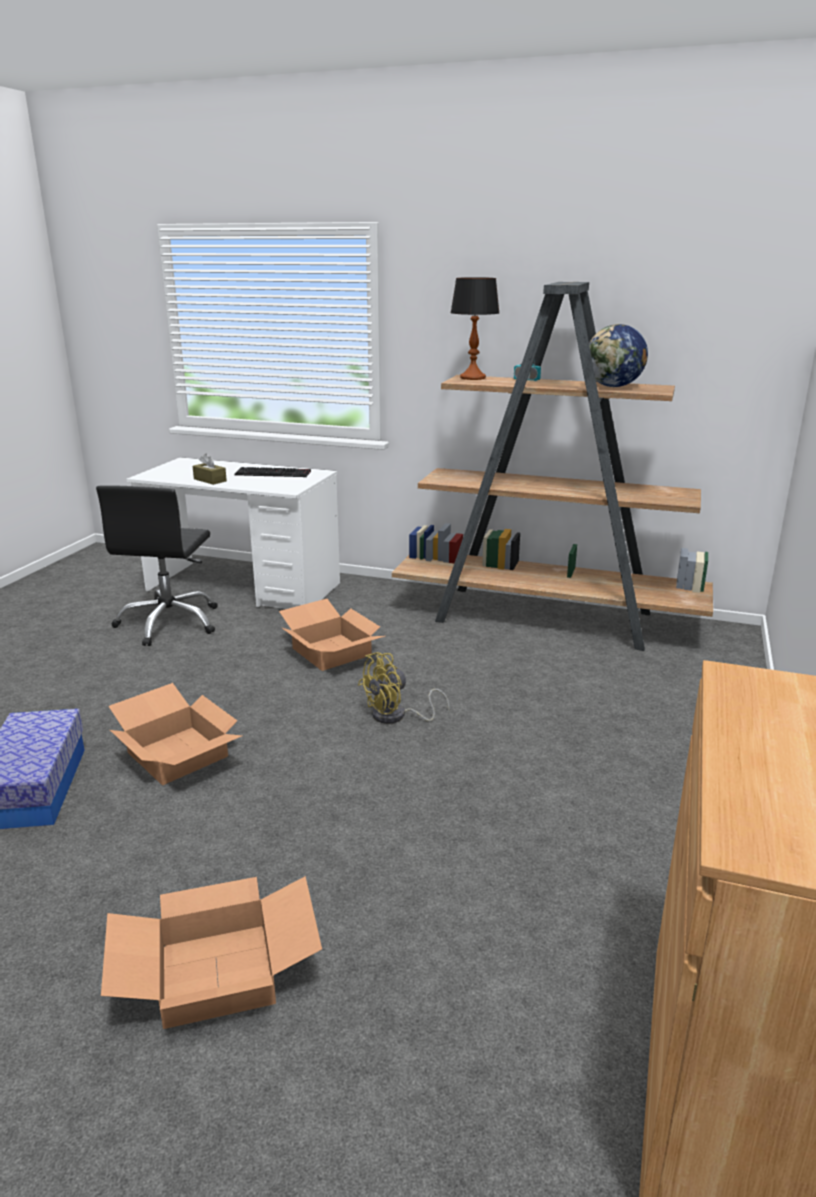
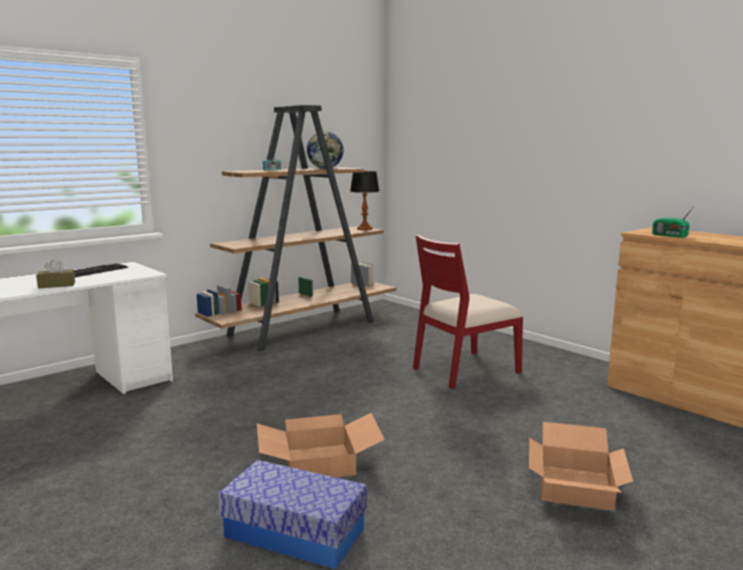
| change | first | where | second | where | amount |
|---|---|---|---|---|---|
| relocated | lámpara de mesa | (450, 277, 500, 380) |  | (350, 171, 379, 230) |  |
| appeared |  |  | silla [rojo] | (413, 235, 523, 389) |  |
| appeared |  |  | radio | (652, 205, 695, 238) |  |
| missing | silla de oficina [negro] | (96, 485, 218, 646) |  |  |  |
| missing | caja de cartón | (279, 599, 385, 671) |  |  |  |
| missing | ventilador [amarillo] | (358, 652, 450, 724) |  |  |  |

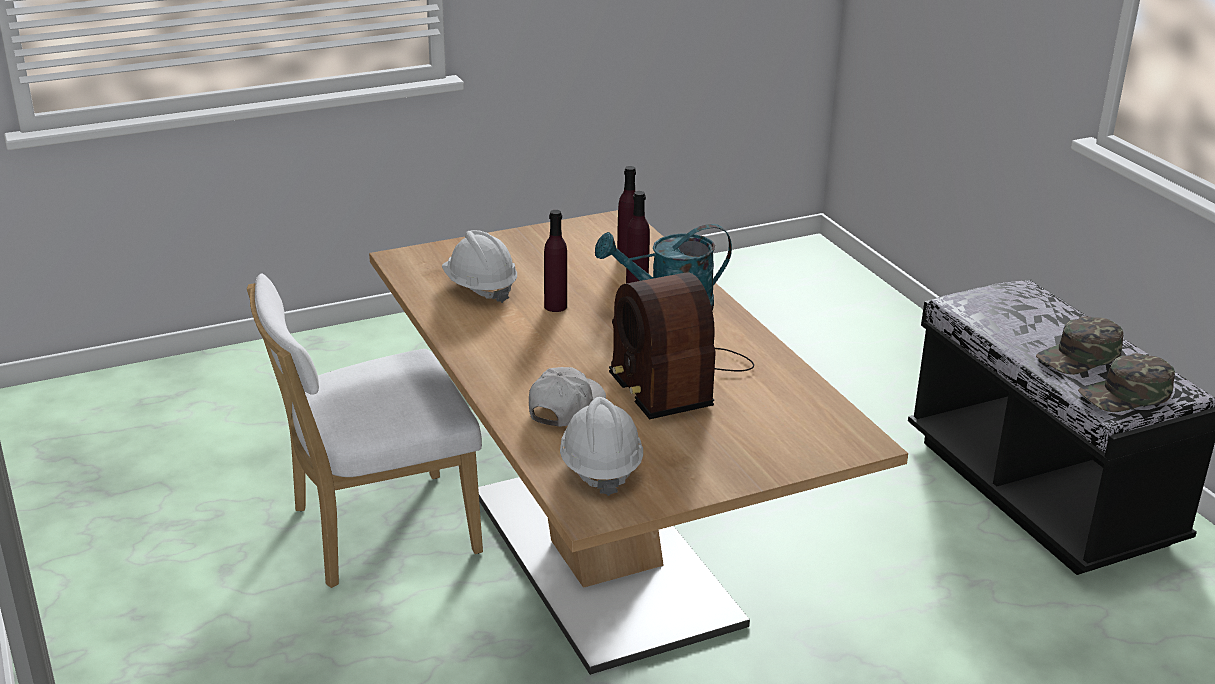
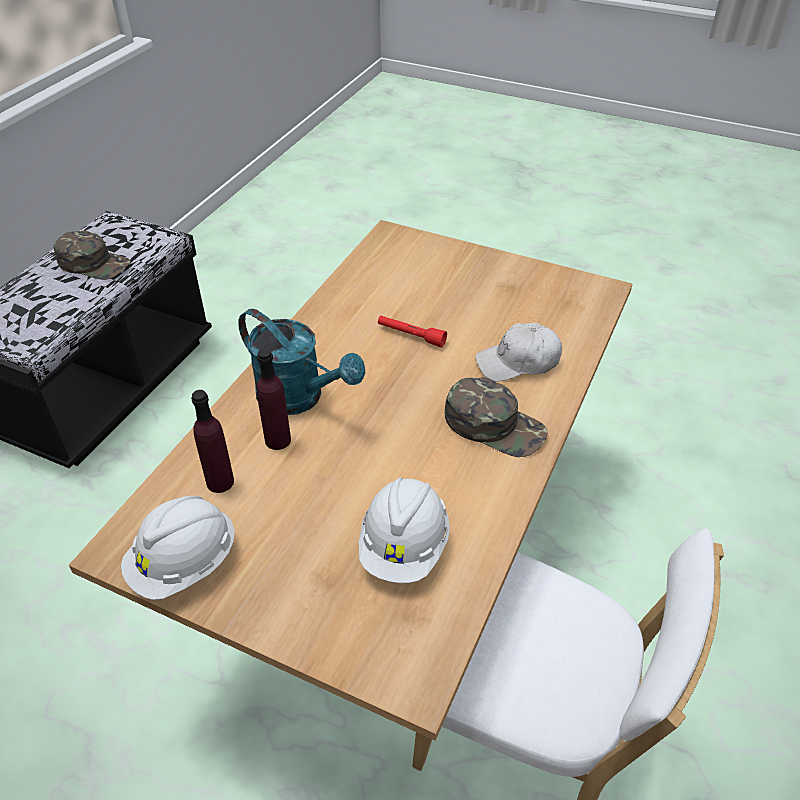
| change | first | where | second | where | amount |
|---|---|---|---|---|---|
| relocated | casco [blanco] | (560, 397, 643, 496) |  | (121, 496, 235, 600) |  |
| exchanged | radio | (609, 272, 754, 420) | linterna [rojo] | (378, 316, 447, 348) |  |
| relocated | gorra [verde] | (1078, 353, 1175, 412) |  | (445, 377, 548, 457) |  |
| missing | botella [morado] | (544, 210, 567, 312) |  |  |  |

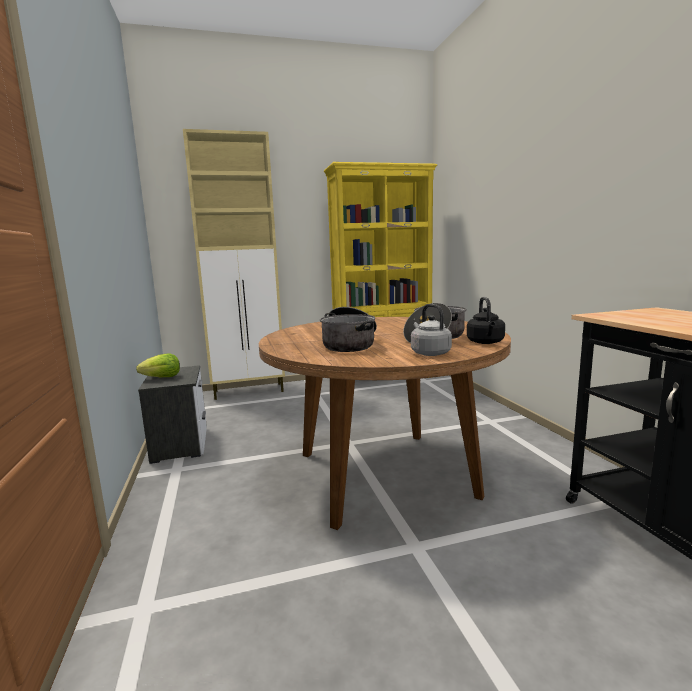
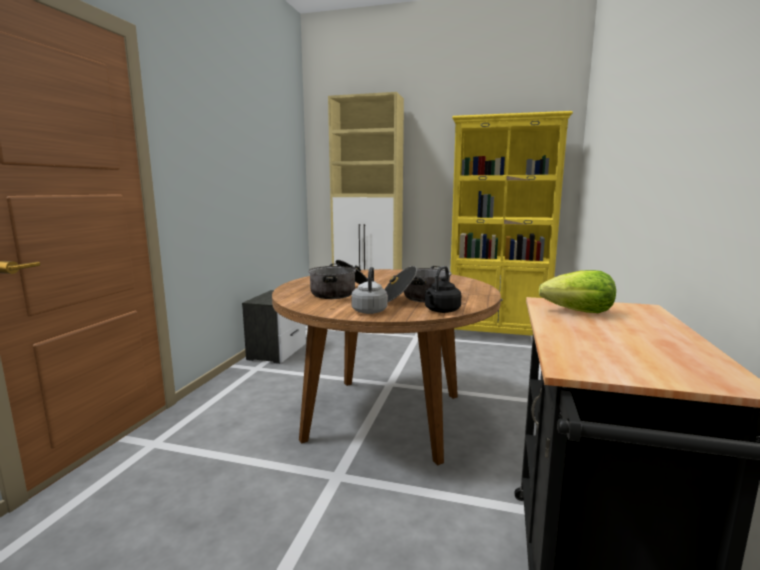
| change | first | where | second | where | amount |
|---|---|---|---|---|---|
| relocated | lechuga | (136, 354, 180, 377) |  | (538, 270, 616, 313) |  |

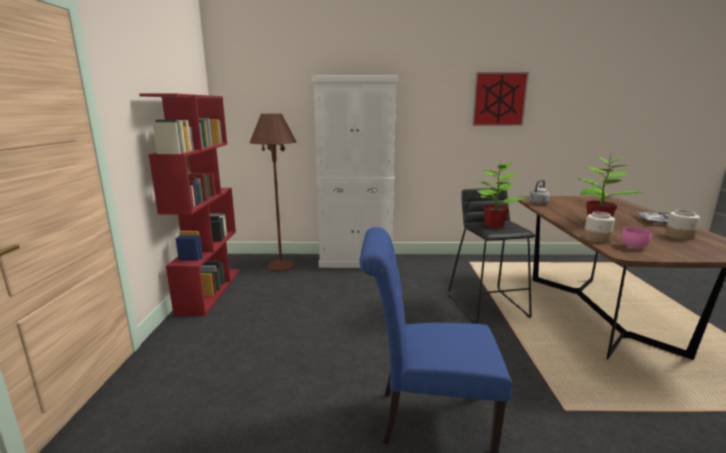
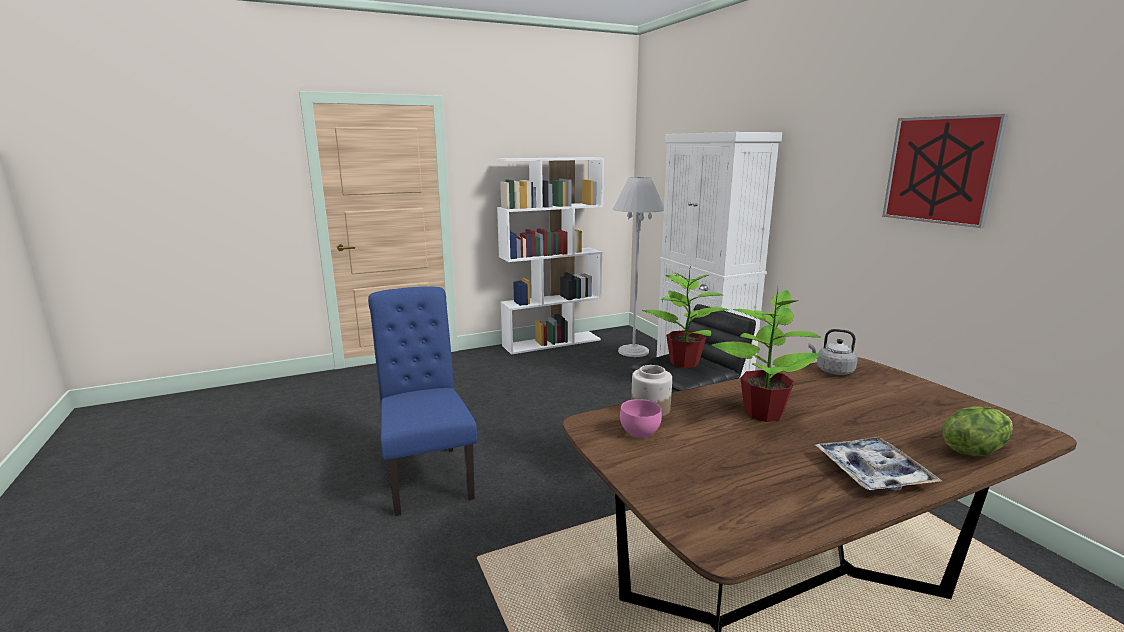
| change | first | where | second | where | amount |
|---|---|---|---|---|---|
| colour | estantería [rojo] | (139, 94, 240, 316) | estantería [blanco] | (495, 157, 604, 355) |  |
| colour | lámpara de pie [marrón] | (250, 114, 297, 272) | lámpara de pie [blanco] | (612, 177, 664, 357) |  |
| appeared |  |  | lechuga | (942, 406, 1013, 456) |  |
| missing | tarro | (665, 209, 700, 240) |  |  |  |

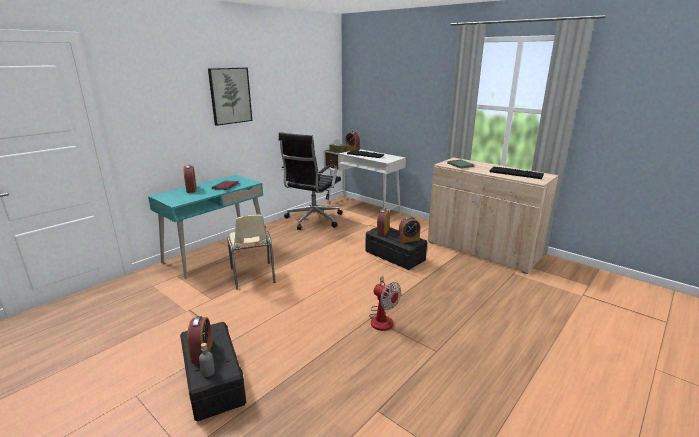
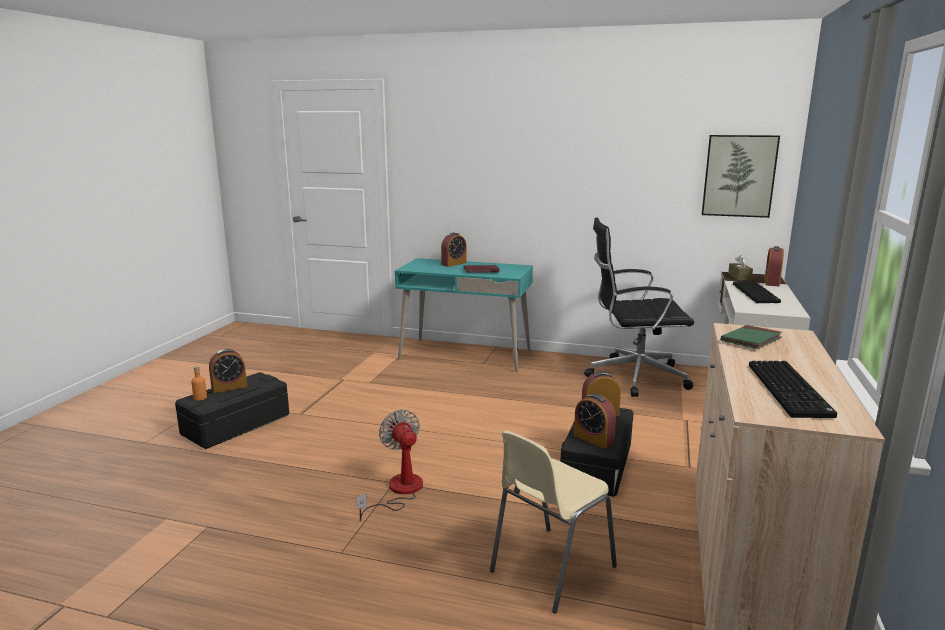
| change | first | where | second | where | amount |
|---|---|---|---|---|---|
| colour | botella [gris] | (199, 343, 215, 377) | botella [naranja] | (191, 366, 207, 401) |  |
| spun | ventilador | (369, 276, 401, 331) |  | (357, 410, 423, 521) | 135 degrees clockwise |
| relocated | silla [beis] | (227, 215, 275, 290) |  | (490, 430, 617, 614) |  |
| relocated | cuadro | (208, 68, 252, 126) |  | (702, 135, 780, 218) |  |

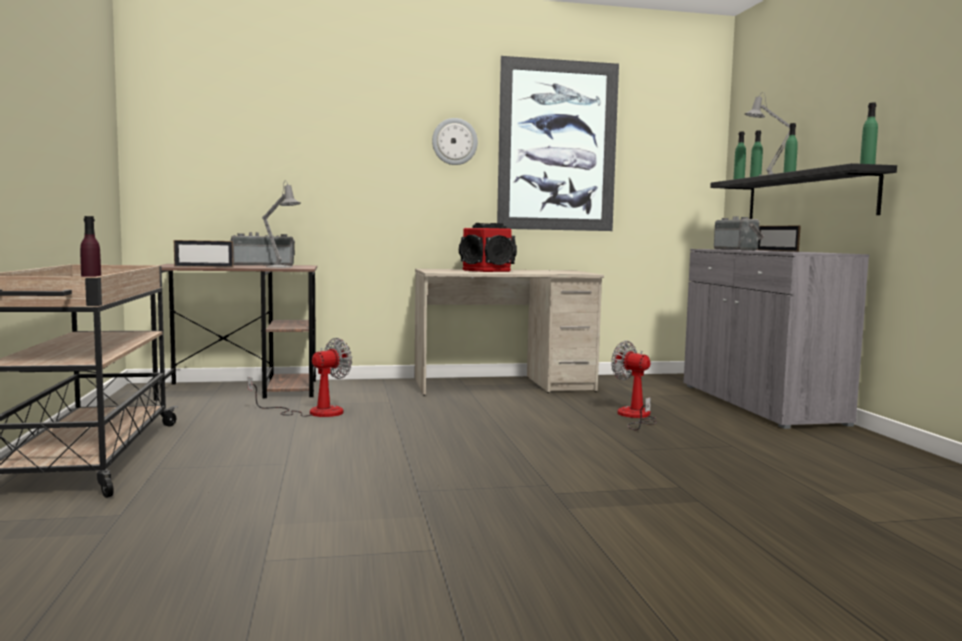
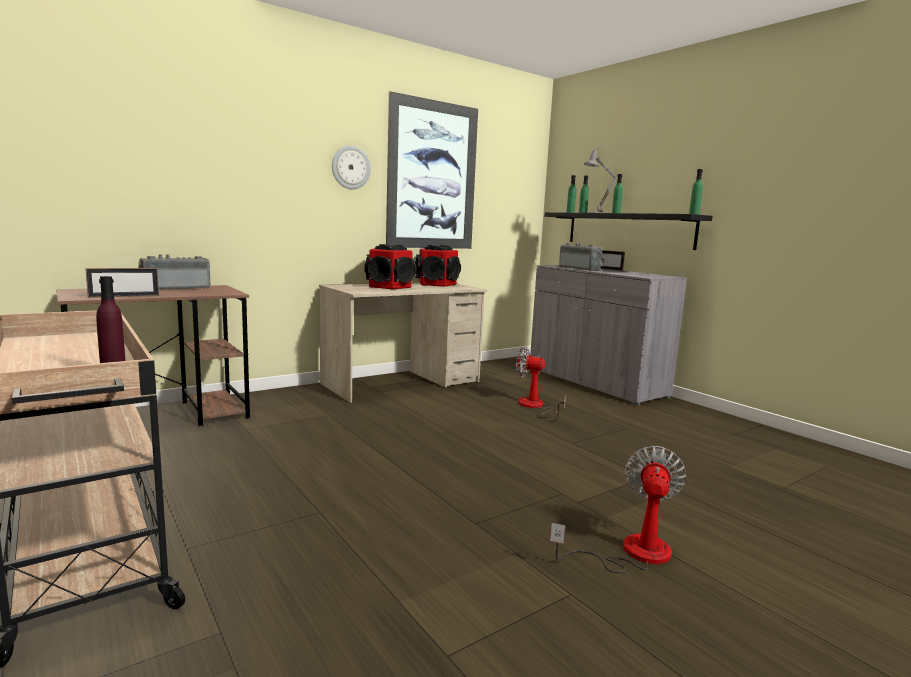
| change | first | where | second | where | amount |
|---|---|---|---|---|---|
| appeared |  |  | altavoz | (415, 245, 461, 287) |  |
| relocated | ventilador | (248, 338, 352, 417) |  | (550, 446, 687, 573) |  |
| missing | lámpara de mesa [gris] | (262, 180, 300, 268) |  |  |  |

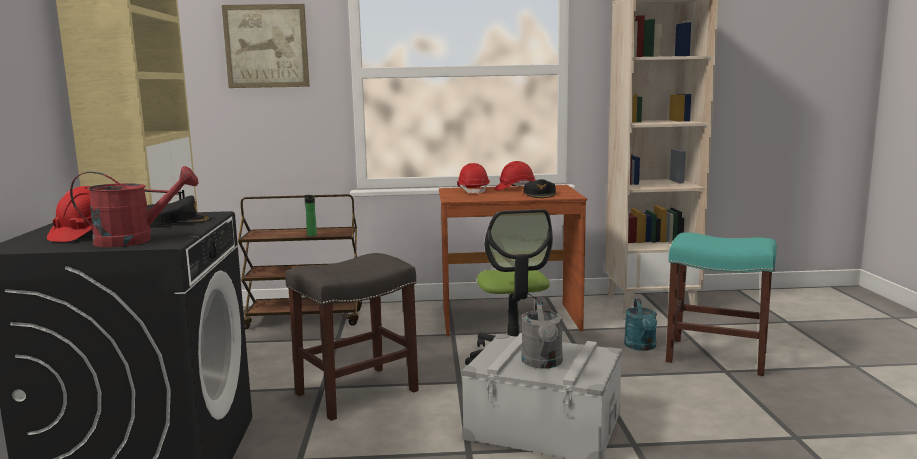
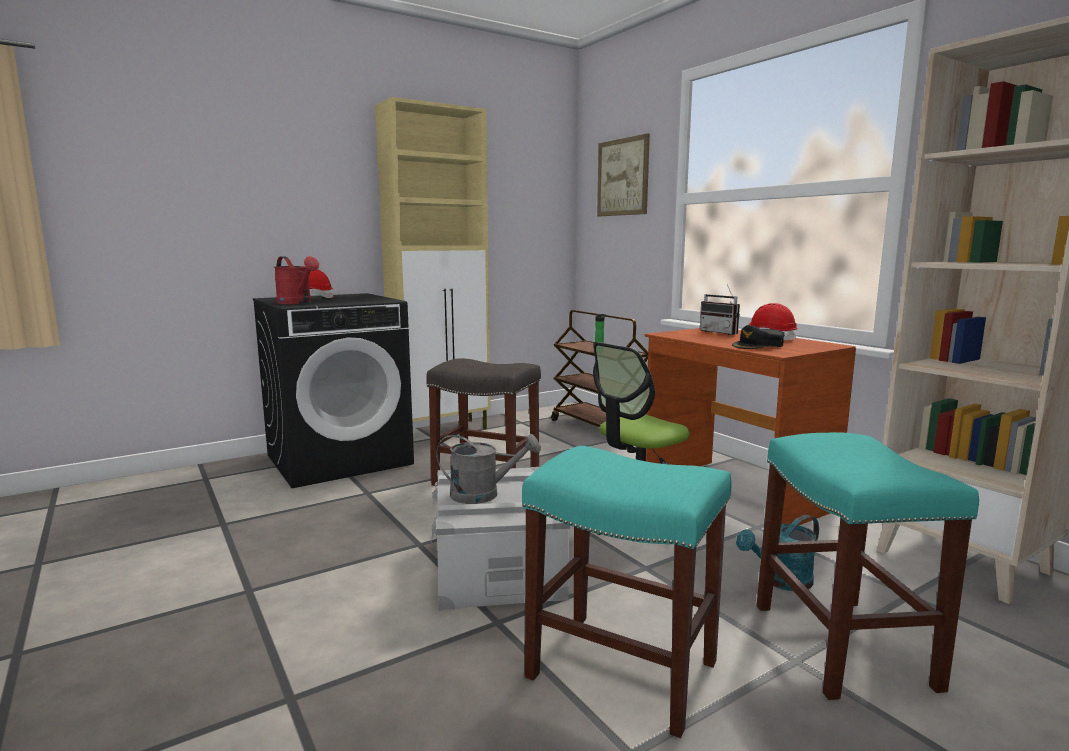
| change | first | where | second | where | amount |
|---|---|---|---|---|---|
| spun | regadera [gris] | (521, 299, 563, 369) |  | (436, 434, 541, 504) | 150 degrees counterclockwise |
| appeared |  |  | taburete [turquesa] | (522, 446, 732, 738) |  |
| exchanged | casco [rojo] | (457, 163, 490, 195) | radio | (700, 284, 740, 335) |  |
| missing | gorra [negro] | (147, 195, 211, 225) |  |  |  |

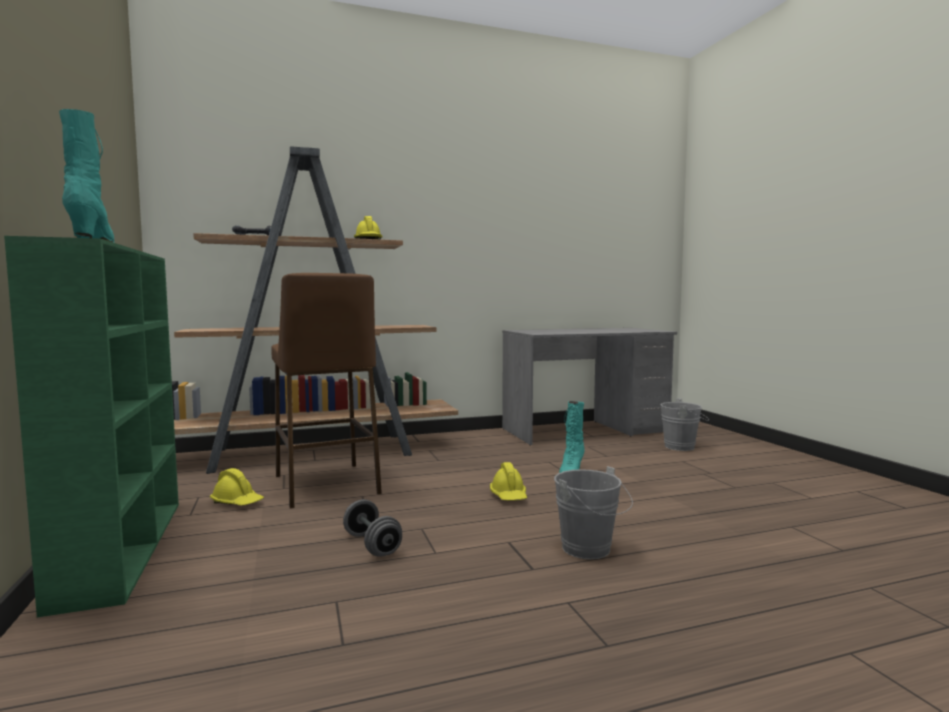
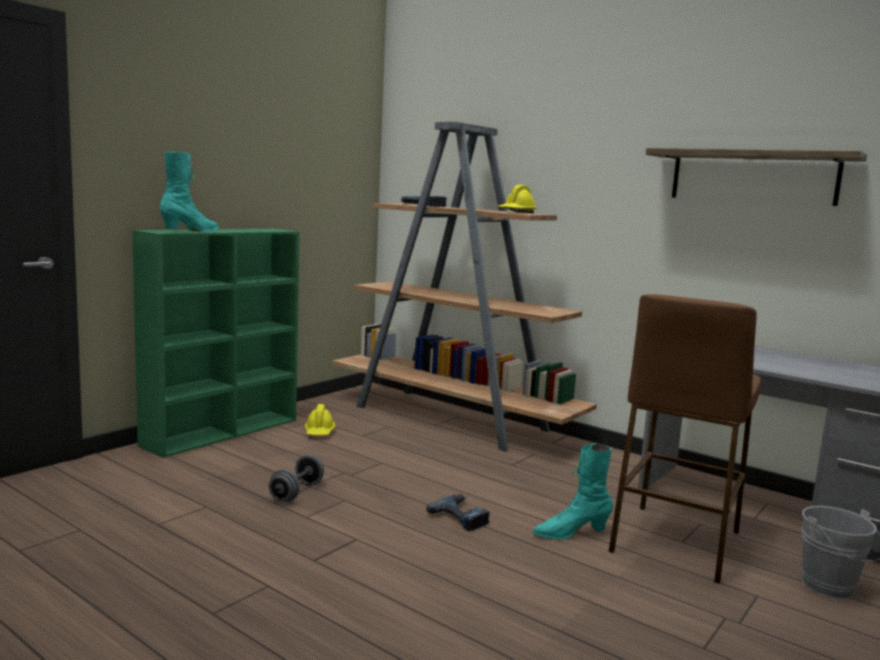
| change | first | where | second | where | amount |
|---|---|---|---|---|---|
| exchanged | casco [amarillo] | (490, 462, 527, 501) | taladro | (426, 494, 490, 531) |  |
| relocated | taburete [marrón] | (271, 273, 382, 508) |  | (609, 294, 761, 584) |  |
| appeared |  |  | estante | (646, 148, 867, 206) |  |
| missing | cubo [gris] | (554, 466, 633, 559) |  |  |  |

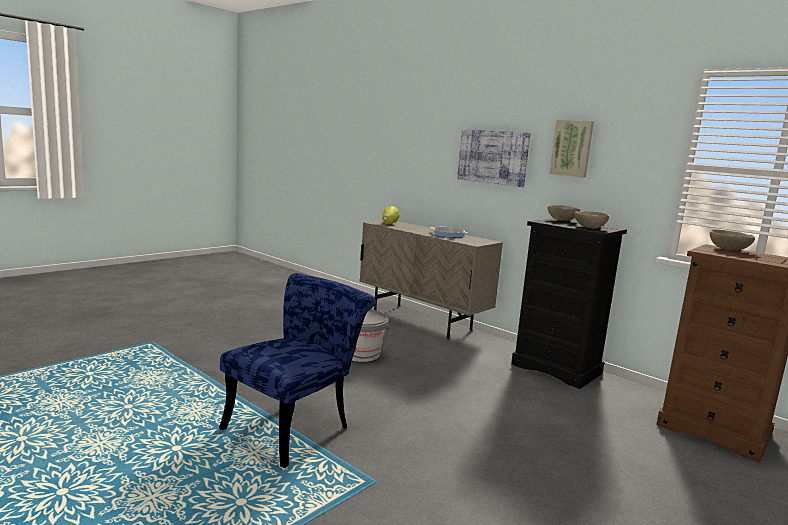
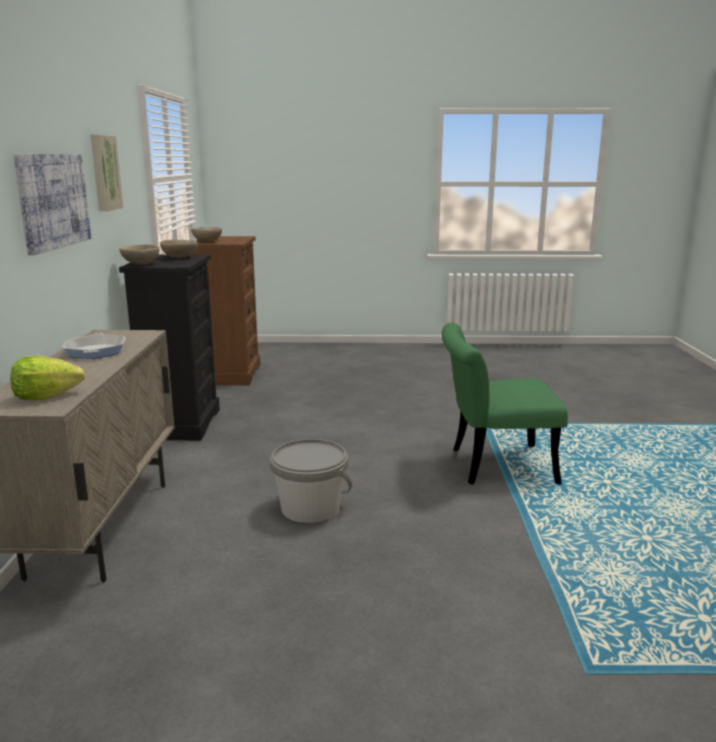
| change | first | where | second | where | amount |
|---|---|---|---|---|---|
| colour | silla [azul] | (219, 273, 375, 468) | silla [verde] | (442, 323, 568, 485) |  |

